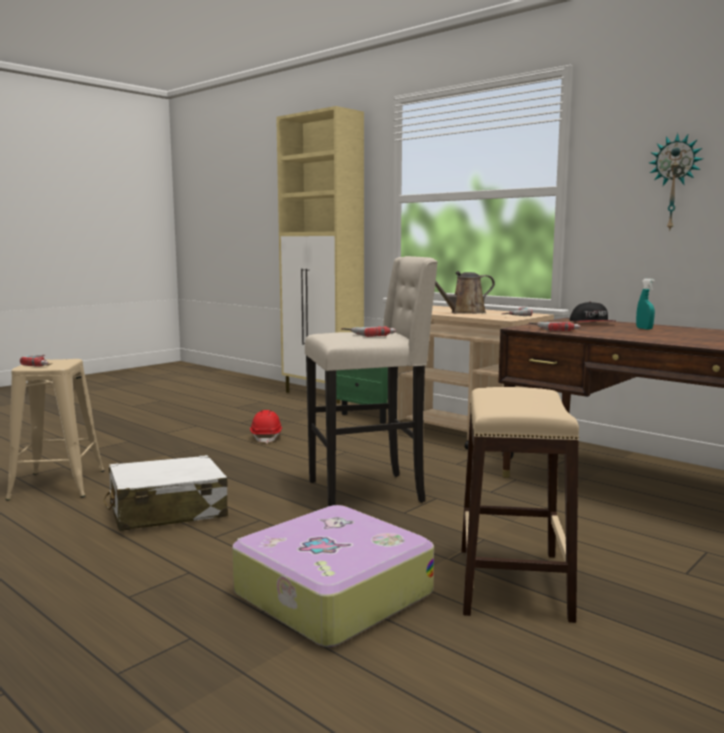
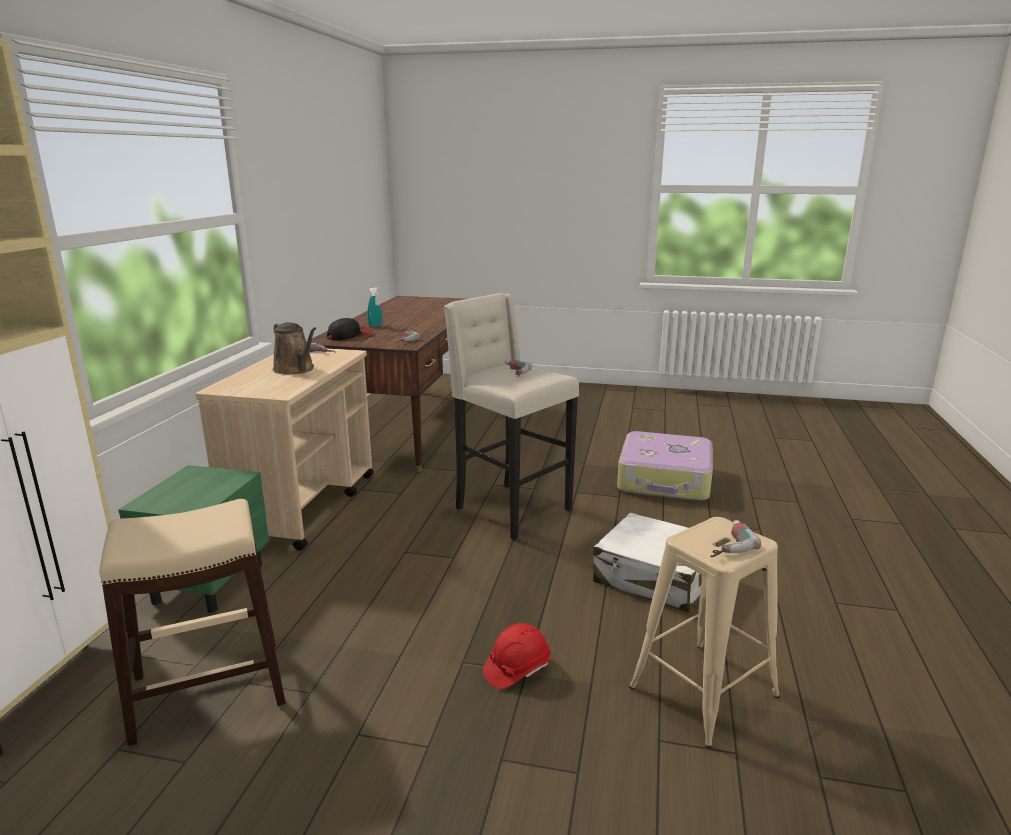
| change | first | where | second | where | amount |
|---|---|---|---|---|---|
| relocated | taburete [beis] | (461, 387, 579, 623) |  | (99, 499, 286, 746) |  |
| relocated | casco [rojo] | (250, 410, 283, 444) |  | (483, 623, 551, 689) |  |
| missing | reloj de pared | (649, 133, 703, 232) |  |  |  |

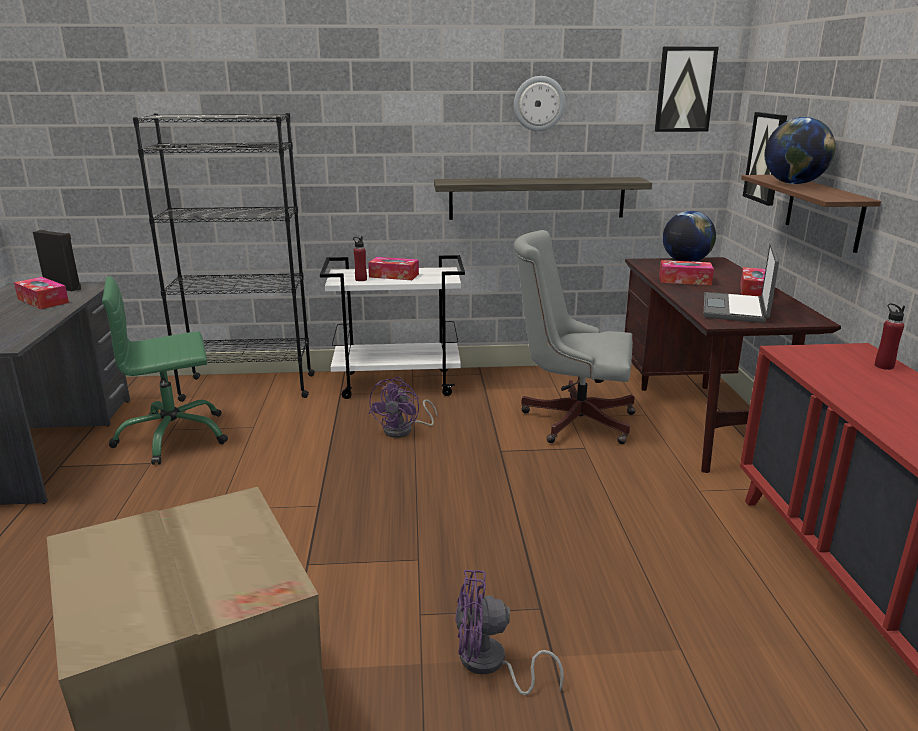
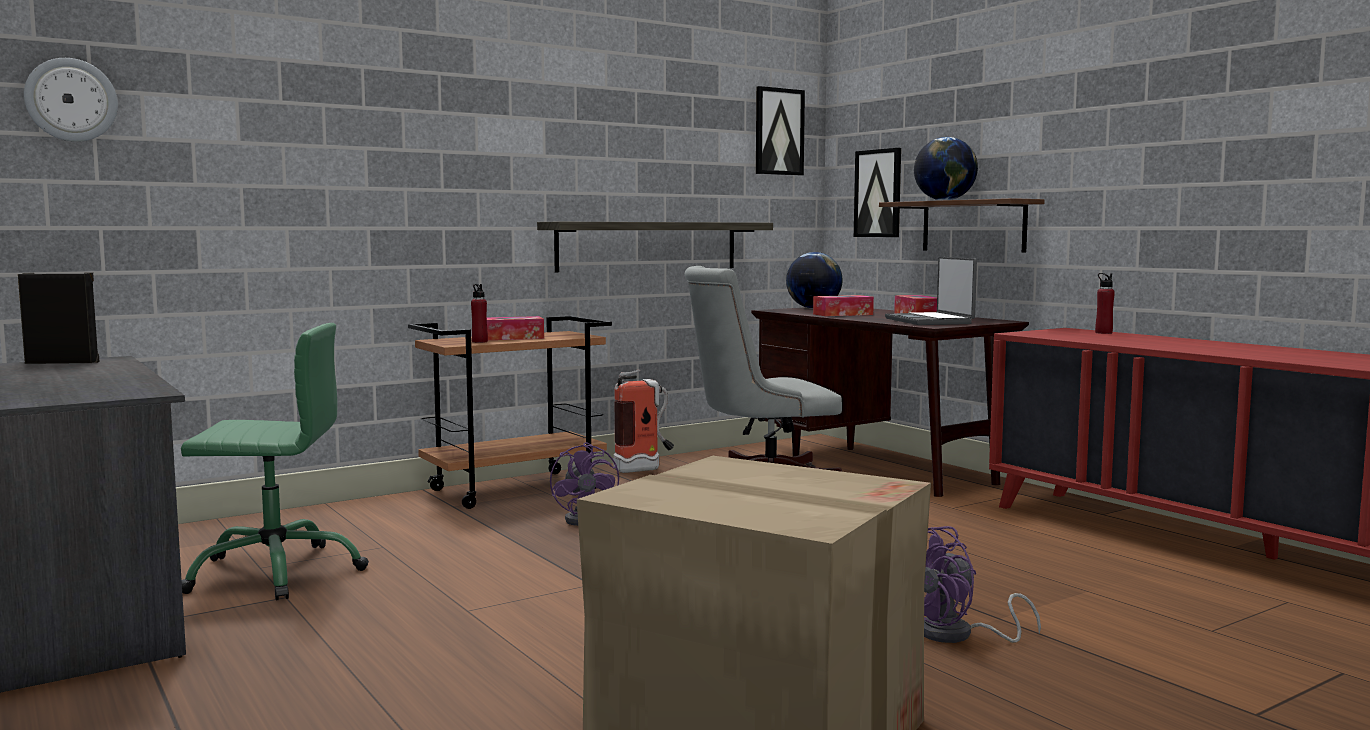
| change | first | where | second | where | amount |
|---|---|---|---|---|---|
| relocated | reloj de pared | (514, 76, 566, 131) |  | (24, 58, 118, 142) |  |
| spun | silla de oficina [verde] | (102, 276, 228, 465) |  | (181, 323, 369, 600) | 135 degrees counterclockwise |
| colour | carrito [blanco] | (320, 255, 465, 399) | carrito [marrón] | (408, 316, 612, 509) |  |
| appeared |  |  | extintor | (613, 370, 674, 473) |  |
| missing | caja de pañuelos | (14, 277, 69, 309) |  |  |  |
| missing | estantería [negro] | (133, 113, 315, 402) |  |  |  |

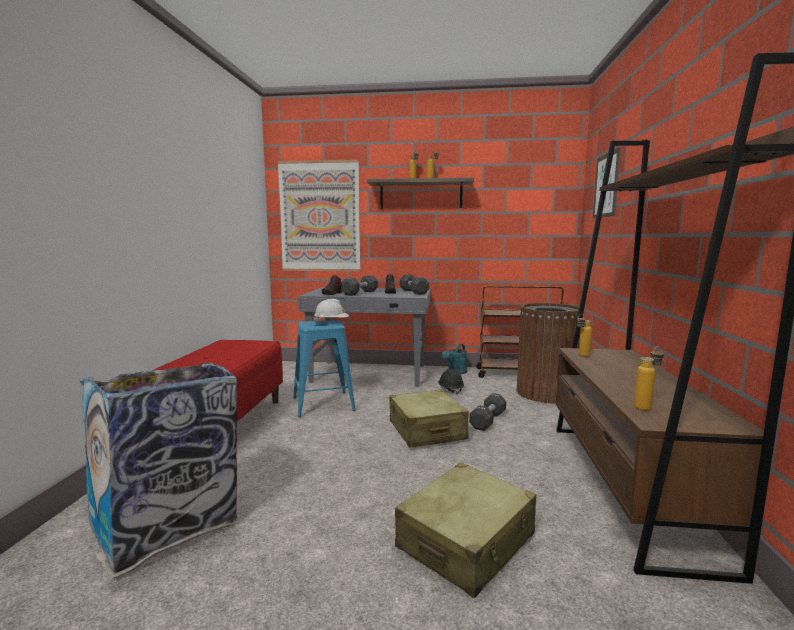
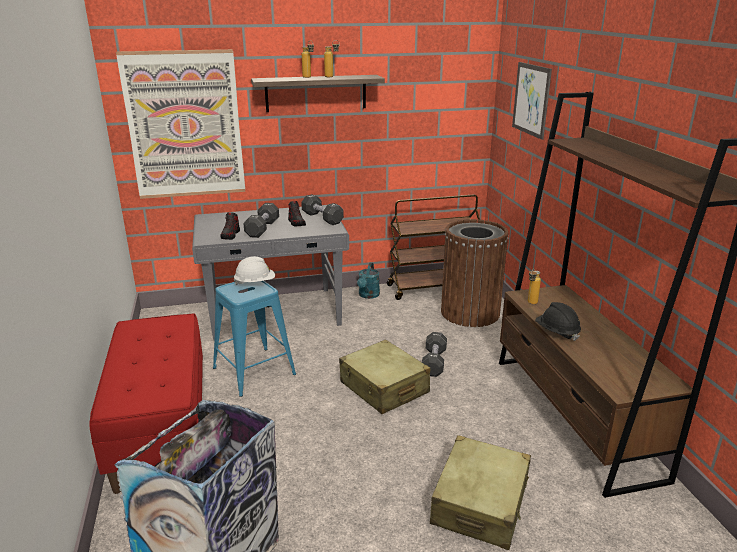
| change | first | where | second | where | amount |
|---|---|---|---|---|---|
| relocated | casco [negro] | (438, 369, 464, 394) |  | (535, 302, 581, 341) |  |
| missing | botella | (634, 346, 664, 411) |  |  |  |

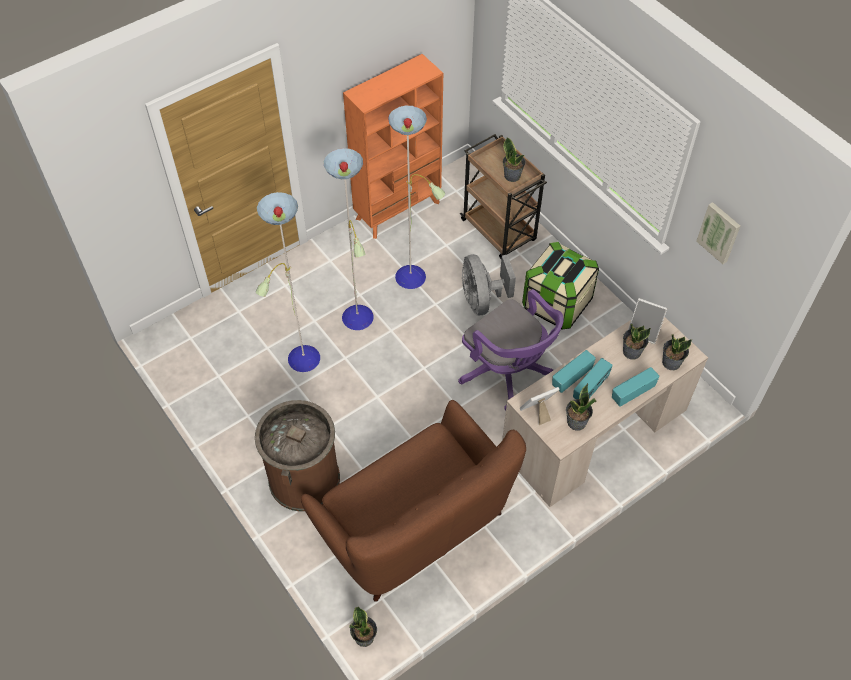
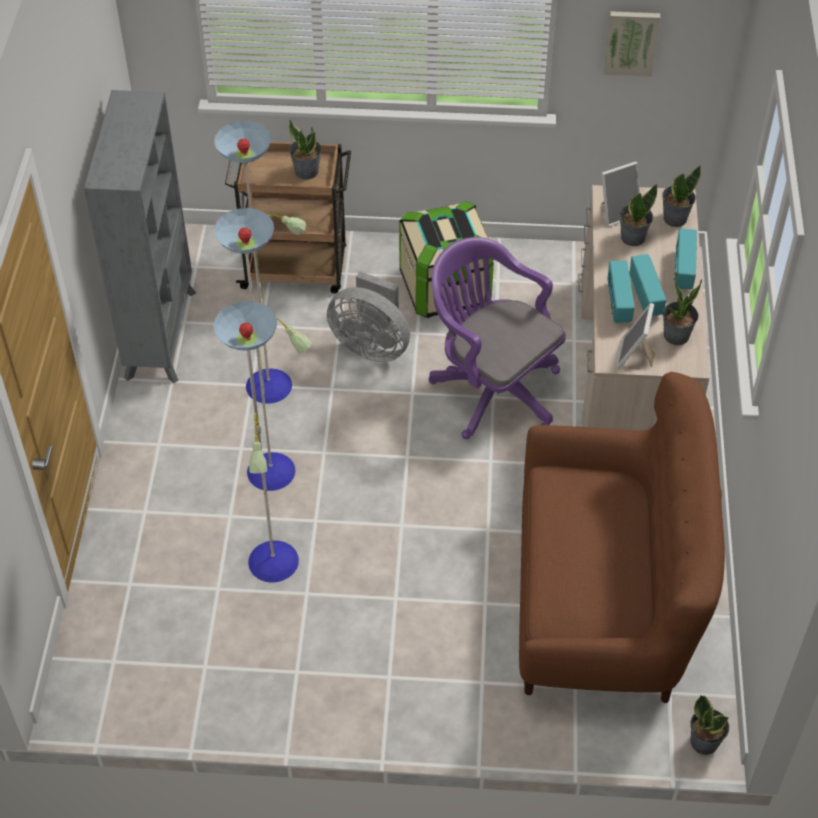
| change | first | where | second | where | amount |
|---|---|---|---|---|---|
| colour | estantería [naranja] | (343, 54, 443, 239) | estantería [gris] | (84, 90, 196, 383) |  |
| spun | silla de oficina [morado] | (458, 289, 564, 410) |  | (429, 237, 566, 439) | 135 degrees counterclockwise |
| missing | papelera [marrón] | (255, 400, 340, 511) |  |  |  |

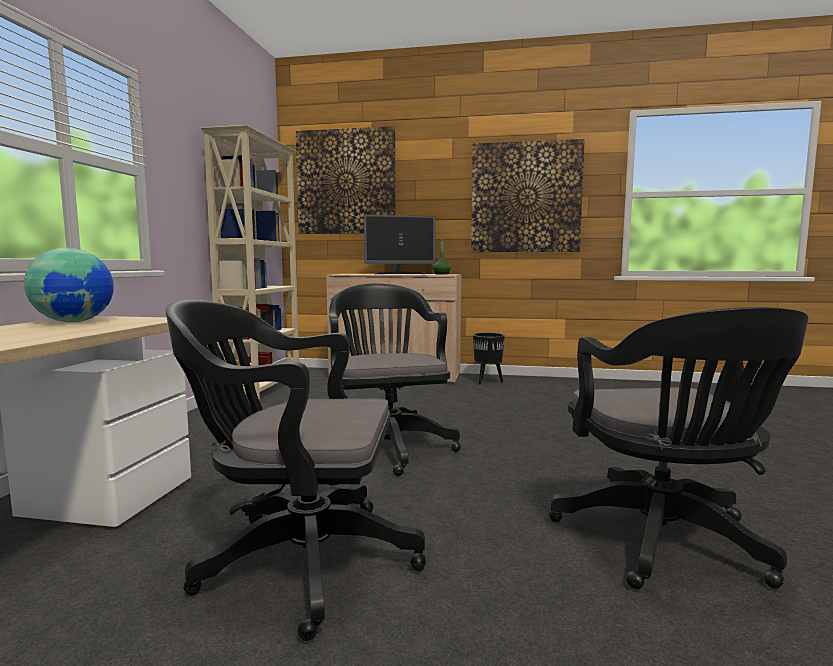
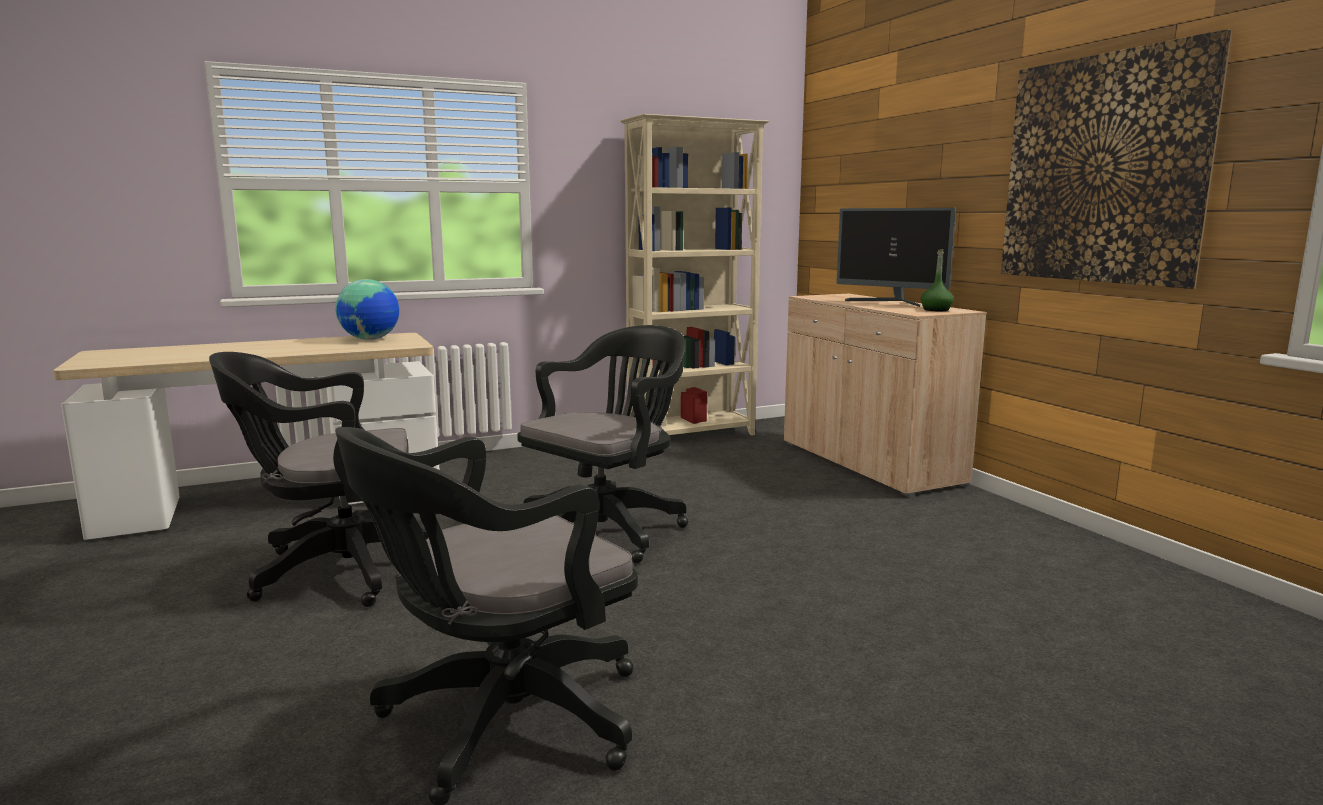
| change | first | where | second | where | amount |
|---|---|---|---|---|---|
| spun | silla de oficina [negro] | (165, 300, 426, 641) |  | (209, 352, 429, 607) | 75 degrees counterclockwise |
| missing | cuadro | (296, 126, 396, 234) |  |  |  |
| missing | maceta [negro] | (473, 333, 505, 384) |  |  |  |

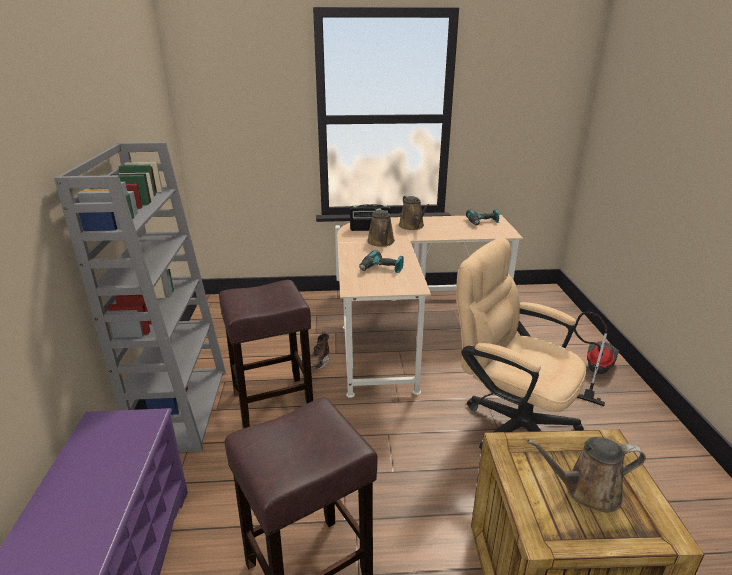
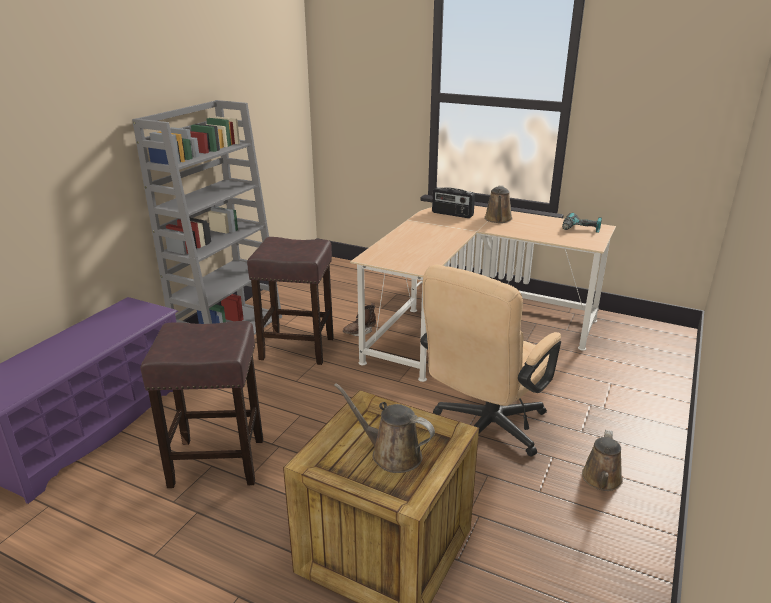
| change | first | where | second | where | amount |
|---|---|---|---|---|---|
| spun | silla de oficina [beis] | (456, 238, 586, 450) |  | (420, 265, 561, 456) | 120 degrees counterclockwise |
| relocated | regadera [marrón] | (367, 208, 395, 247) |  | (582, 430, 623, 491) |  |
| missing | taladro | (359, 250, 403, 273) |  |  |  |
| missing | aspiradora | (574, 311, 619, 406) |  |  |  |

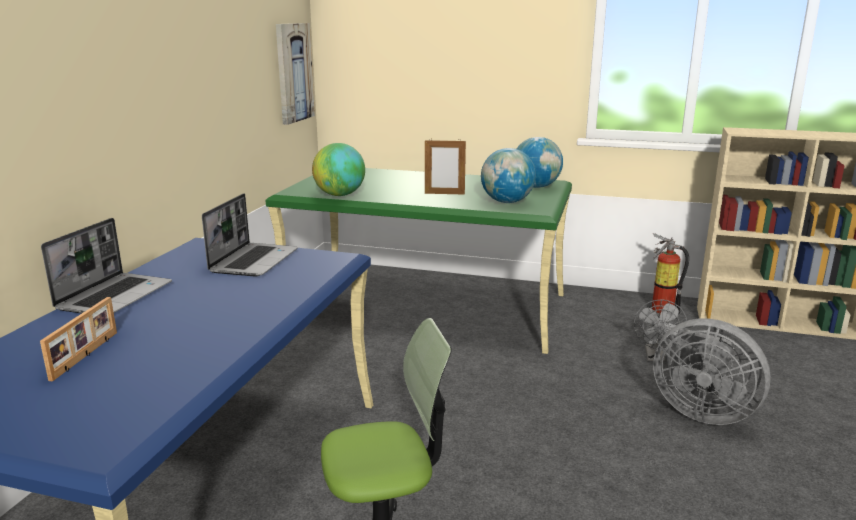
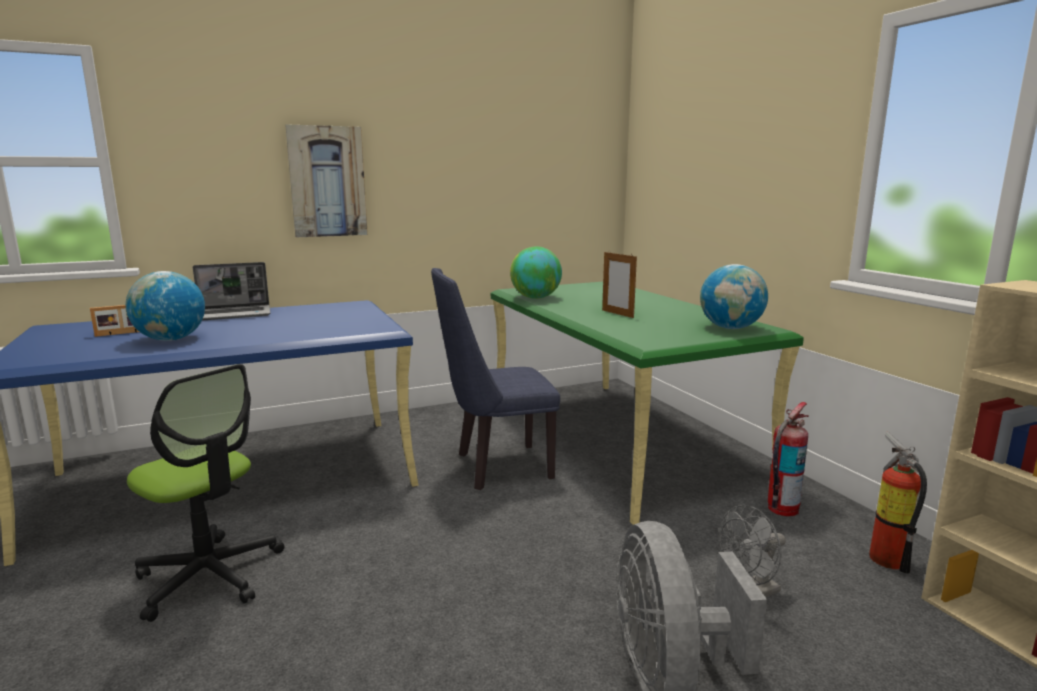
| change | first | where | second | where | amount |
|---|---|---|---|---|---|
| relocated | globo terráqueo | (481, 148, 536, 203) |  | (126, 271, 205, 341) |  |
| relocated | cuadro | (276, 23, 315, 125) |  | (285, 124, 368, 237) |  |
| appeared |  |  | silla [azul] | (431, 268, 560, 490) |  |
| appeared |  |  | extintor | (768, 402, 808, 516) |  |
| missing | portátil | (202, 193, 298, 277) |  |  |  |

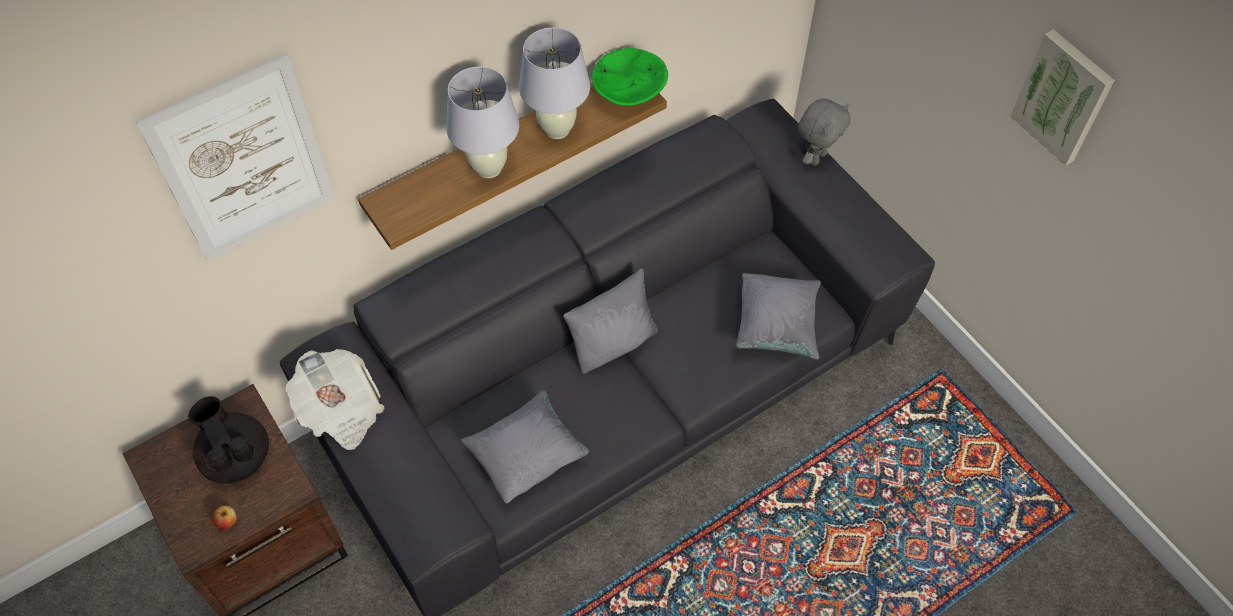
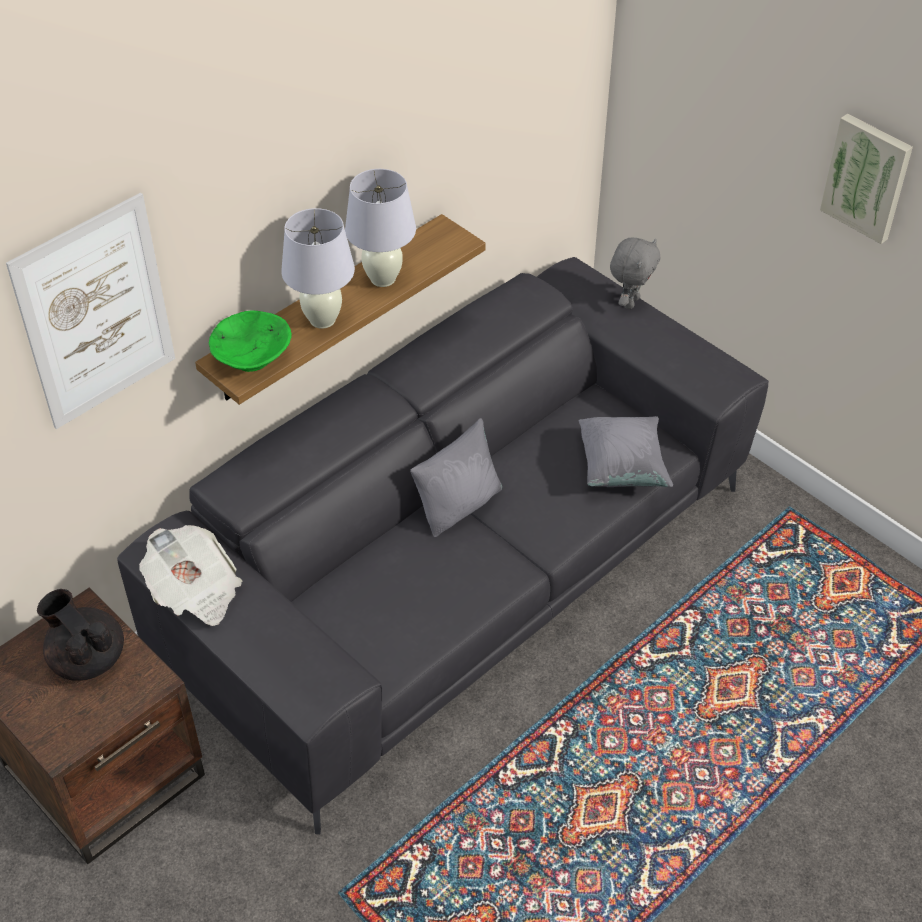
| change | first | where | second | where | amount |
|---|---|---|---|---|---|
| relocated | cuenco [verde] | (592, 48, 668, 106) |  | (209, 311, 292, 372) |  |
| missing | manzana | (212, 506, 237, 529) |  |  |  |
| missing | cojín [gris] | (461, 390, 589, 503) |  |  |  |

